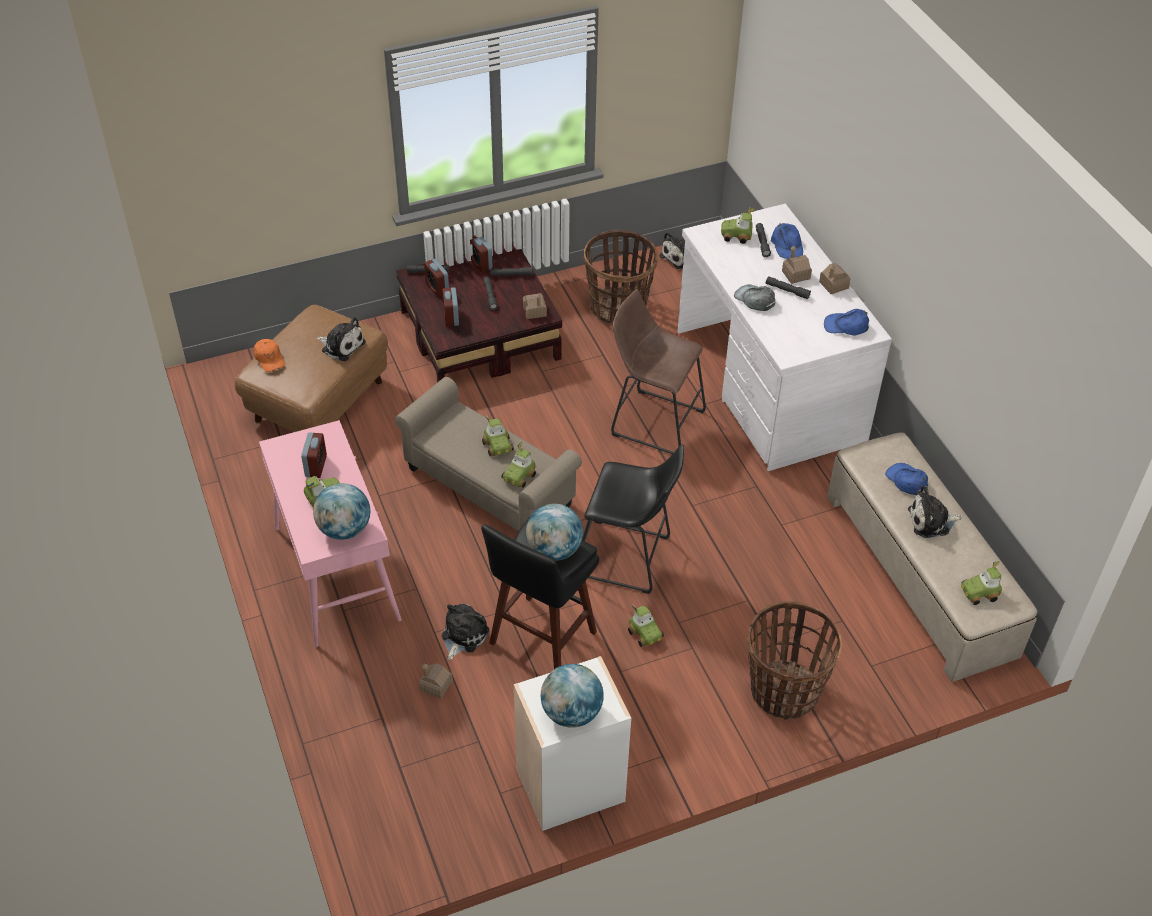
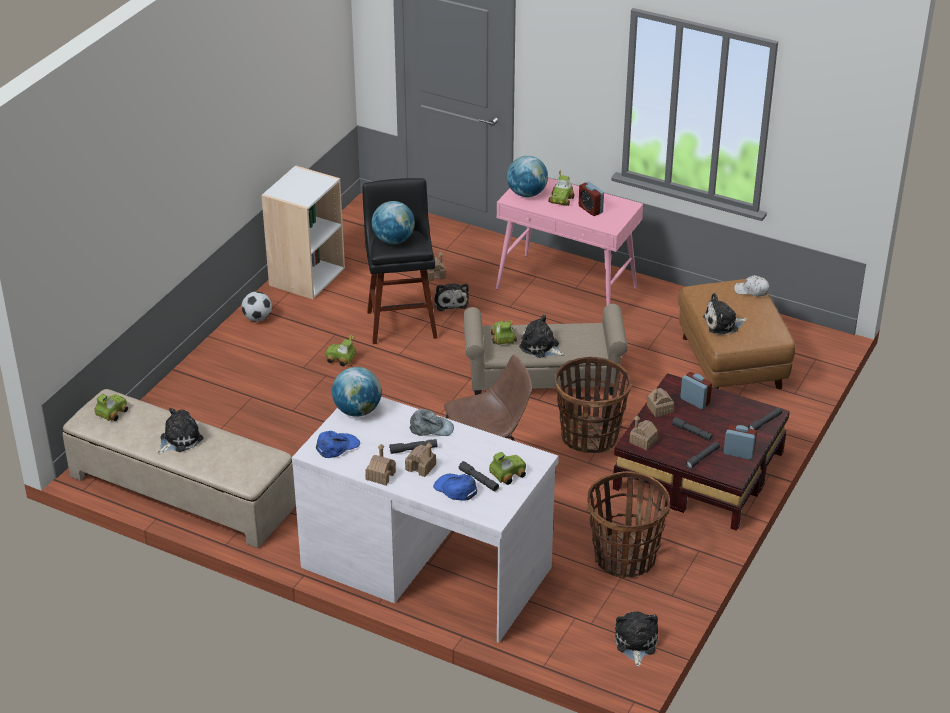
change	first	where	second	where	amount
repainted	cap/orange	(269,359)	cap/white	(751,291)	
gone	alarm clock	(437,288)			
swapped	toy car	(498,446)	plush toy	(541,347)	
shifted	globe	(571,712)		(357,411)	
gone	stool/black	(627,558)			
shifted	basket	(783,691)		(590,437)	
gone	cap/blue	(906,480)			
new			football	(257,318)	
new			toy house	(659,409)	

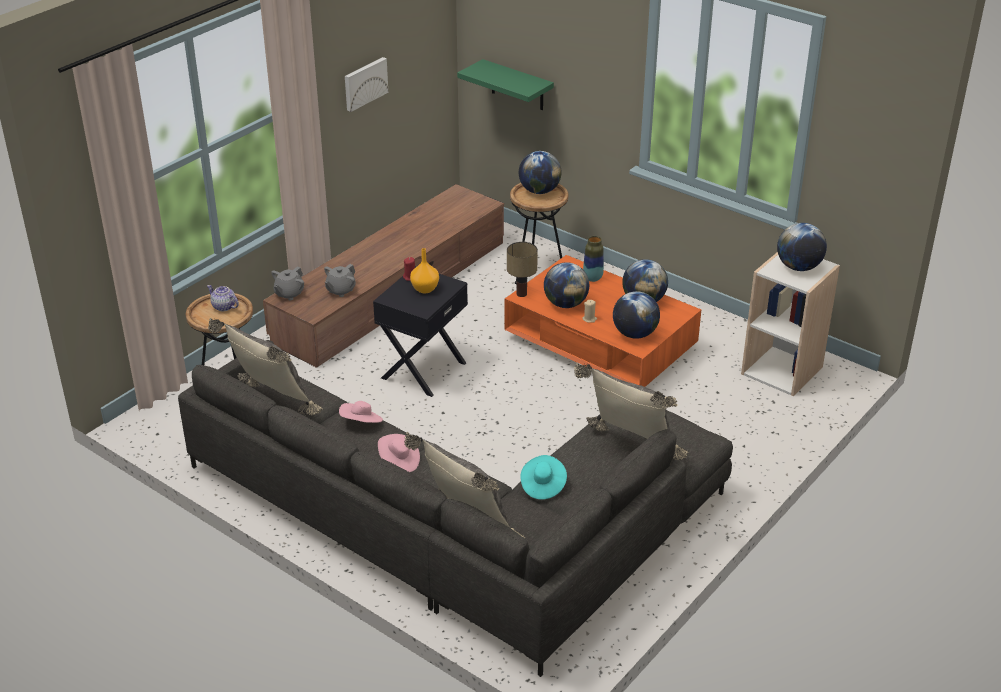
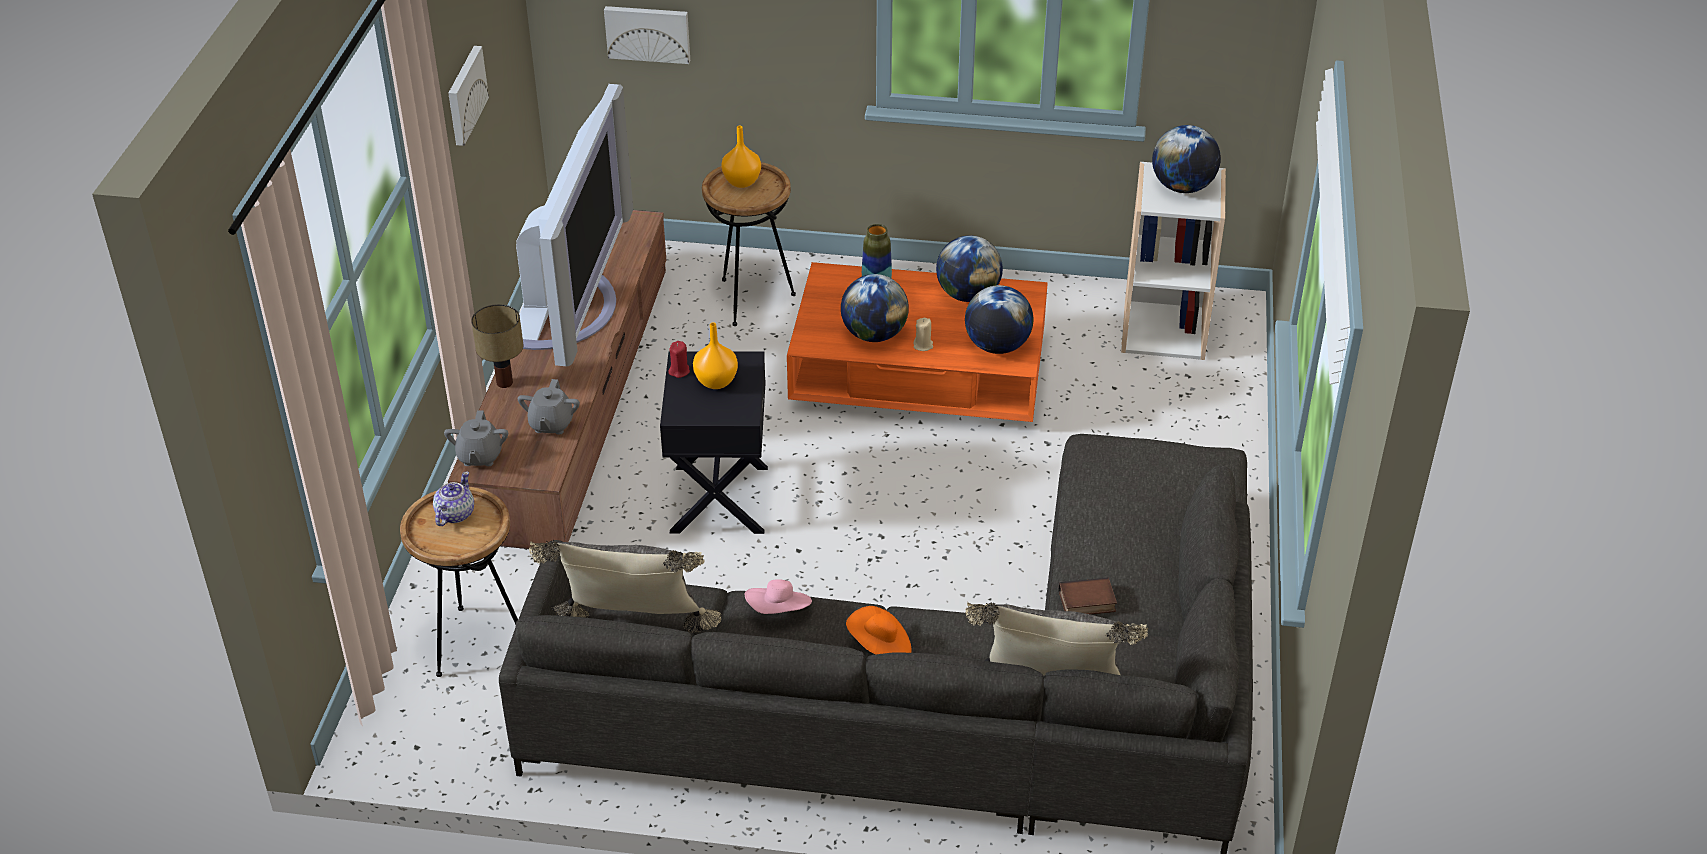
change	first	where	second	where	amount
rotated	teapot	(224,307)		(454,514)	105 degrees clockwise
repainted	hat/pink	(399,461)	hat/orange	(880,646)	
swapped	shelf/green	(517,85)	picture	(648,33)	
shifted	table lamp	(522,294)		(505,382)	
swapped	globe	(539,191)	vase/orange	(741,181)	
swapped	hat/turquoise	(542,485)	book	(1086,602)	
gone	pillow	(626,454)			
new			television	(571,306)	

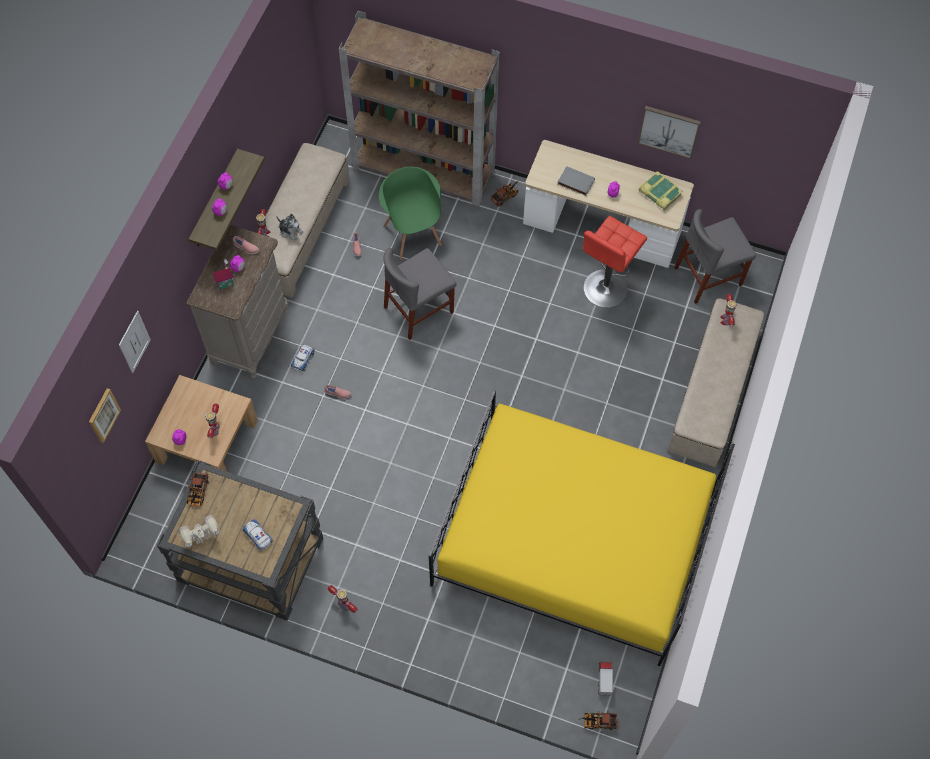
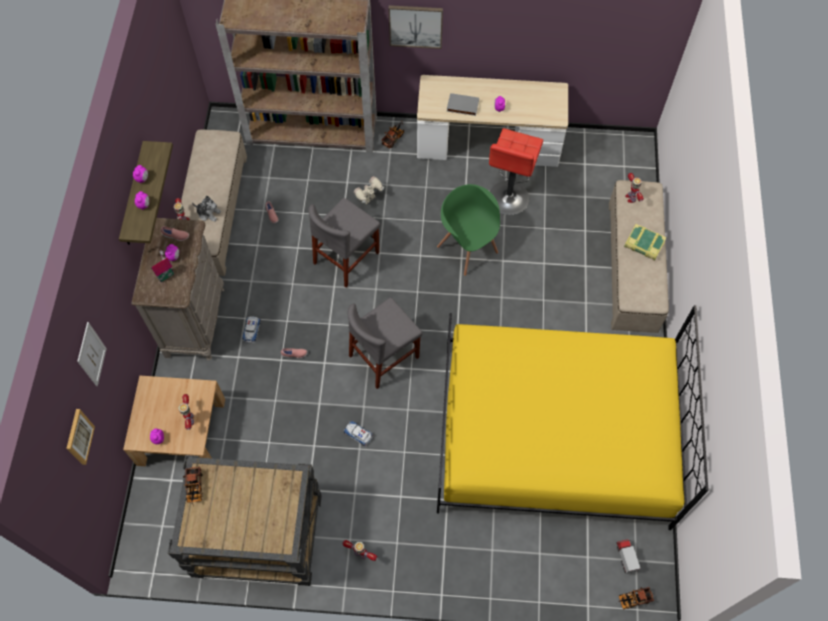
change	first	where	second	where	amount
shifted	toy robot	(203,538)		(369,199)	
shifted	toy car	(258,536)		(358,434)	
shifted	chair/green	(412,234)		(467,248)	
shifted	picture	(669,131)		(415,26)	
shifted	book	(659,193)		(644,244)	
shifted	chair/grey	(708,276)		(384,356)	

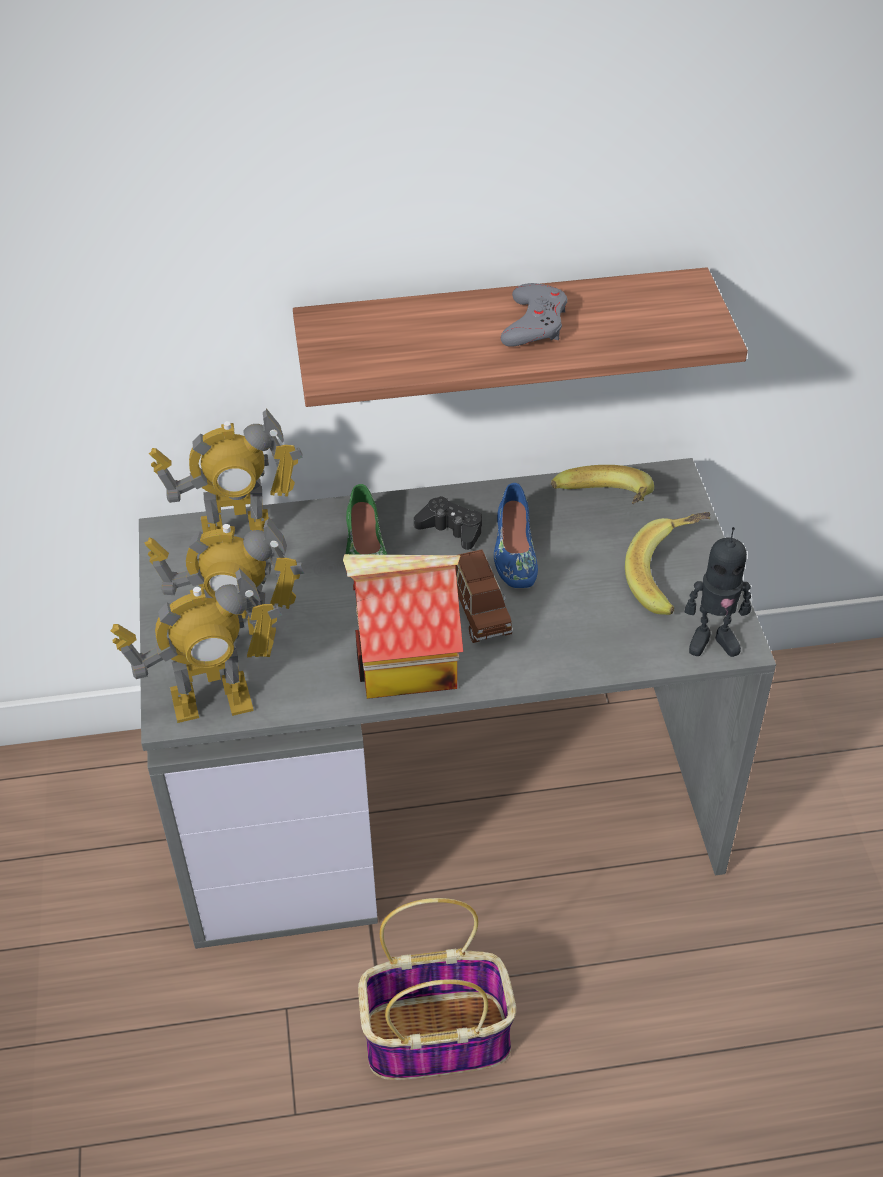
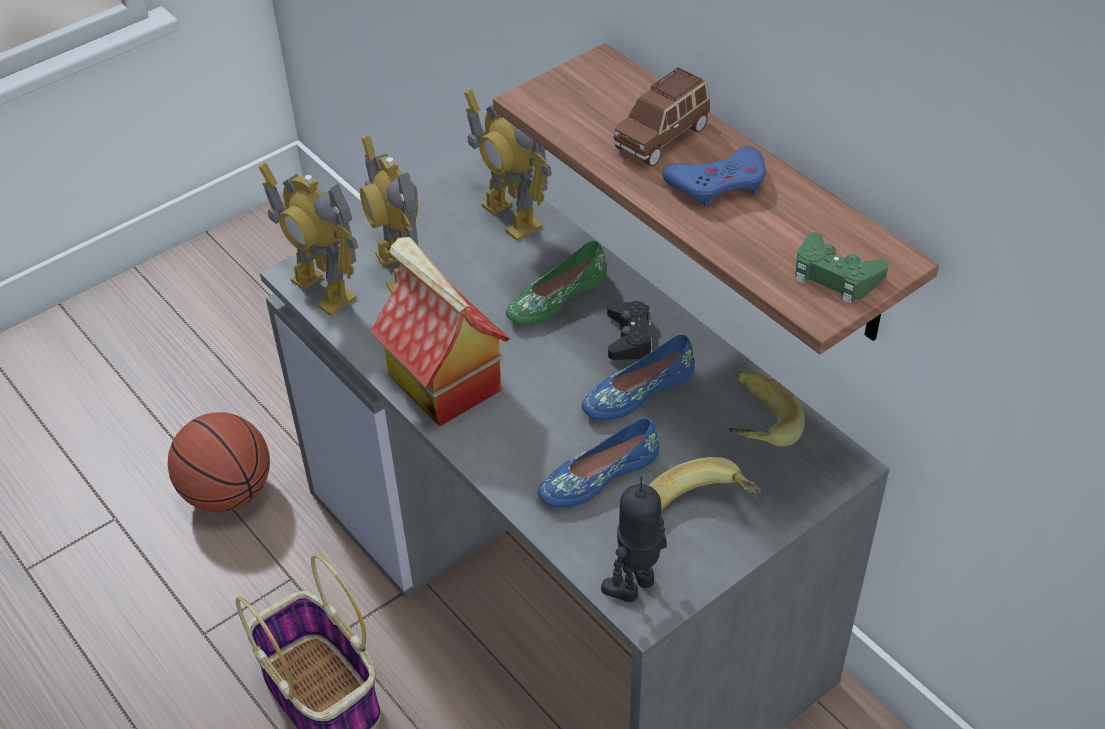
change	first	where	second	where	amount
shifted	toy car/brown	(479,611)		(662,137)	
repainted	game controller/grey	(534,323)	game controller/blue	(718,183)	
rotated	toy robot	(712,640)		(635,586)	75 degrees clockwise
new			basketball	(227,493)	
new			shoe/blue	(597,475)	
new			game controller/green	(835,276)	

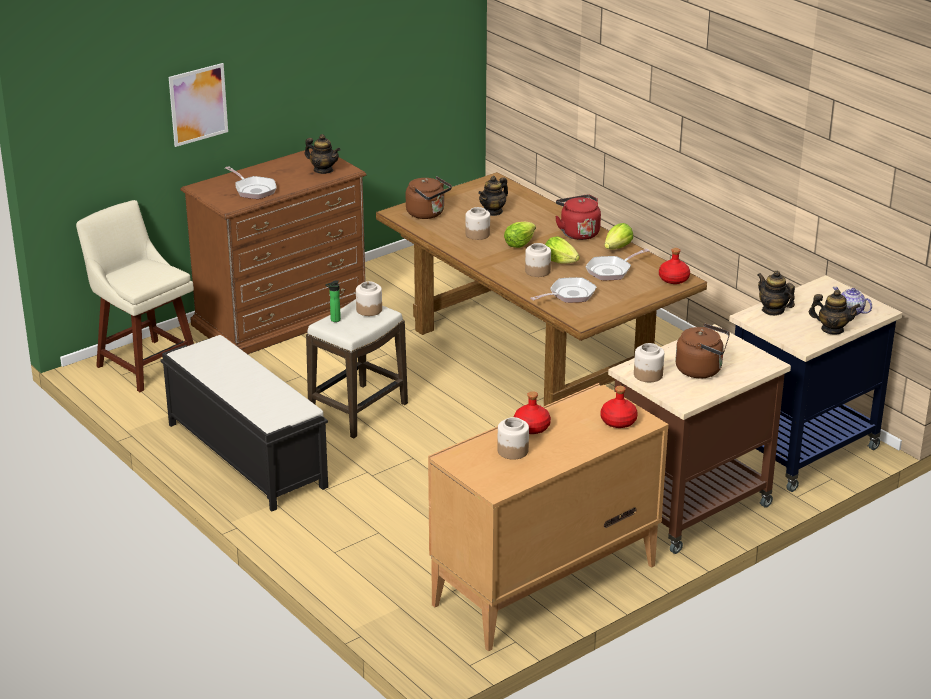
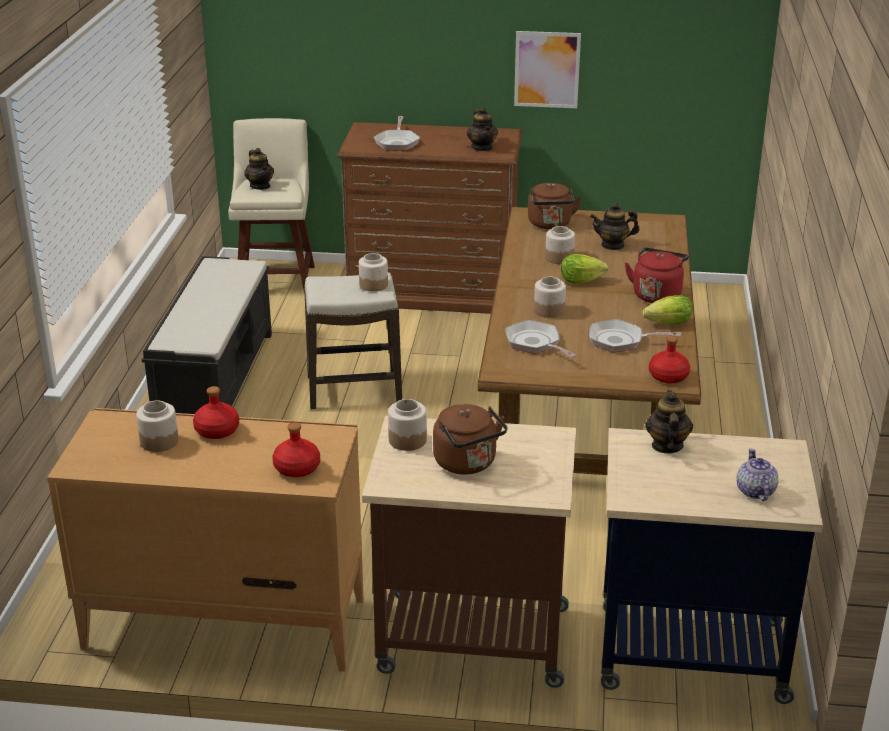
change	first	where	second	where	amount
shifted	picture	(198,104)		(547,69)	
gone	bottle	(334,320)			
rotated	frying pan	(569,295)		(535,344)	135 degrees counterclockwise
gone	lettuce	(560,261)			
shifted	teapot	(832,329)		(260,186)	

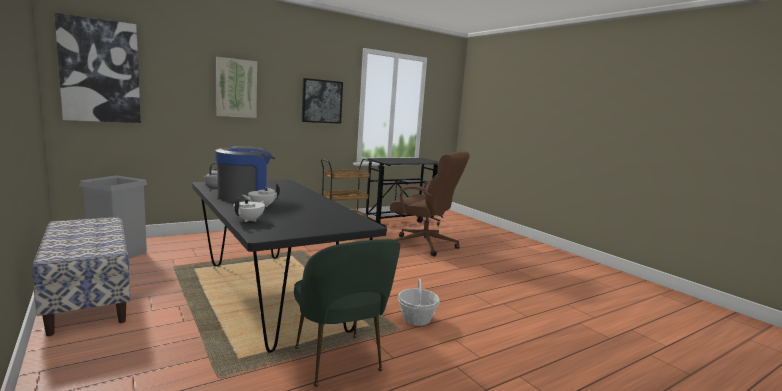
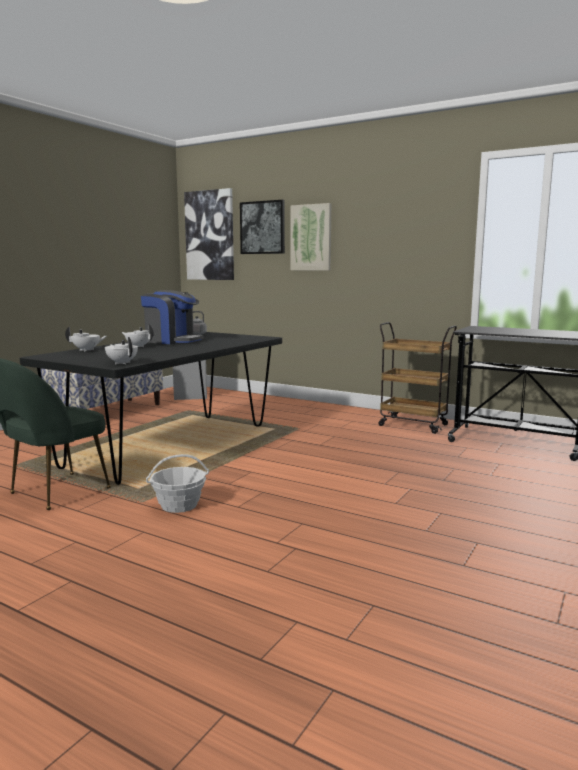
change	first	where	second	where	amount
shifted	picture	(322,101)		(263,227)	
gone	office chair/brown	(424,244)			
new			teapot/white	(122,363)	

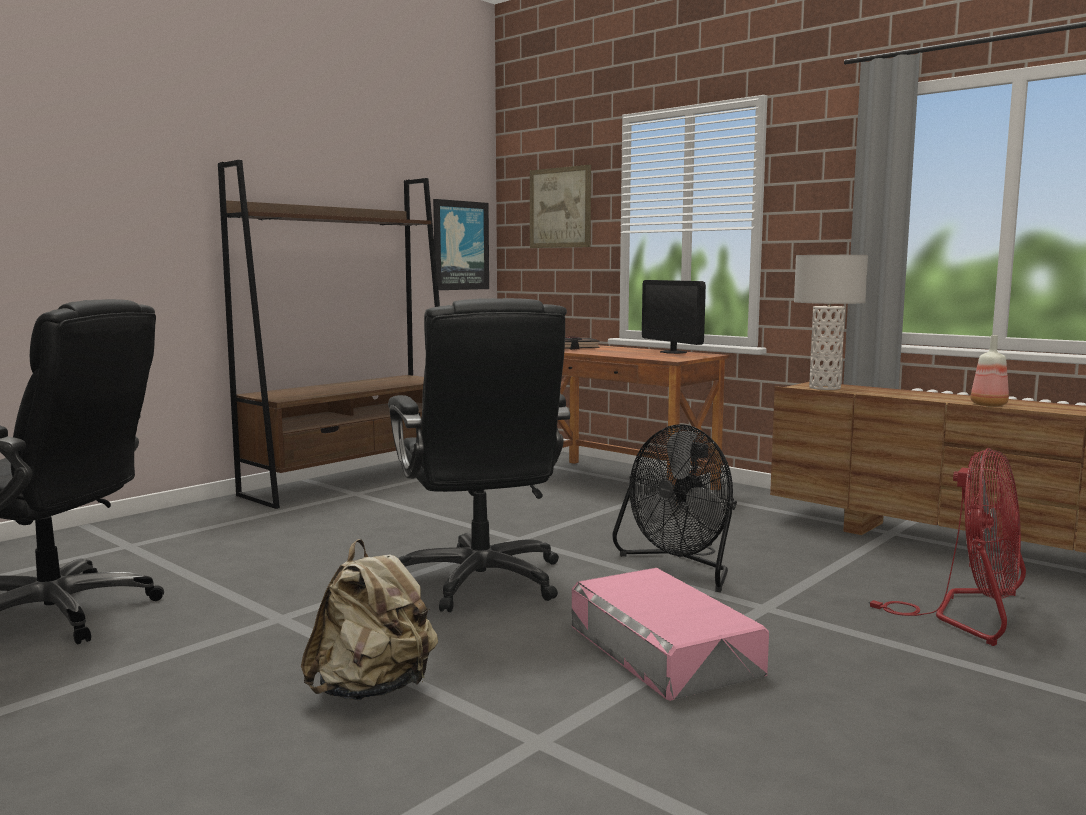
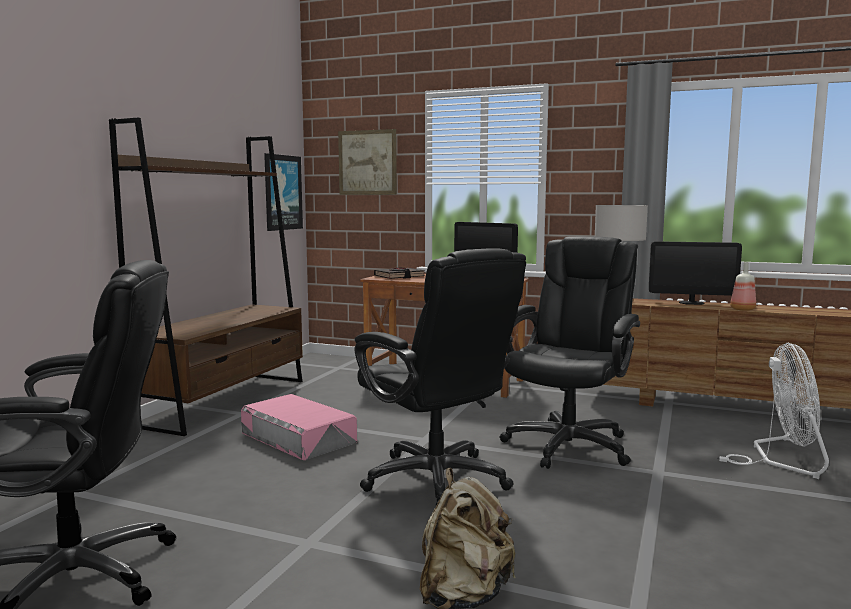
change	first	where	second	where	amount
shifted	storage box/pink	(664,649)		(298,437)	
swapped	fan/black	(682,565)	office chair/black	(567,446)	
repainted	fan/red	(967,613)	fan/white	(777,457)	
new			monitor	(691,303)	

